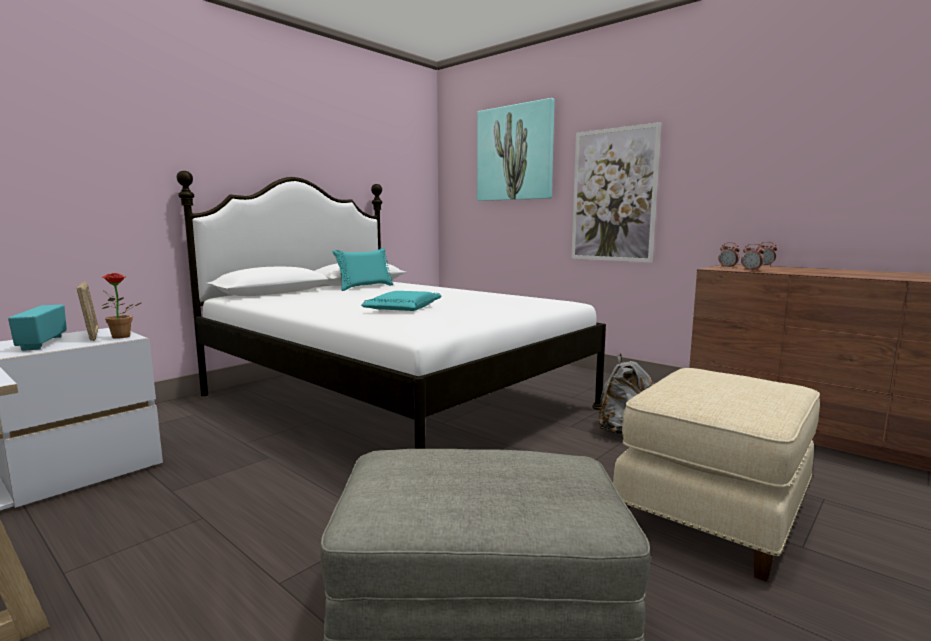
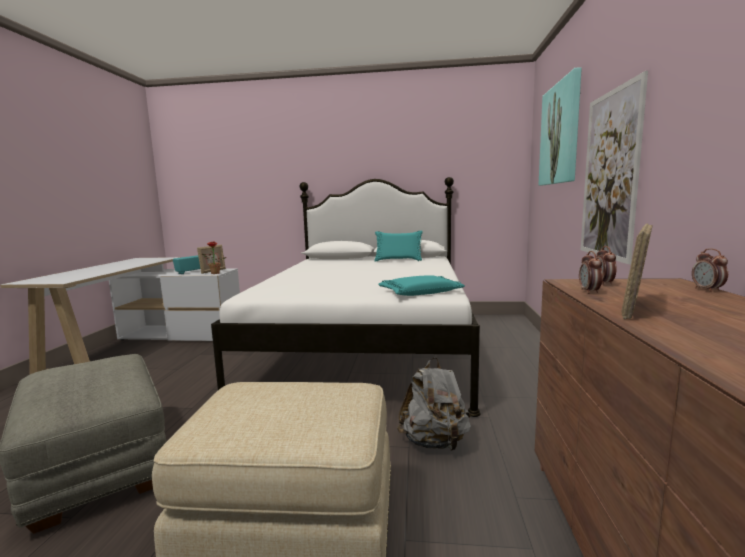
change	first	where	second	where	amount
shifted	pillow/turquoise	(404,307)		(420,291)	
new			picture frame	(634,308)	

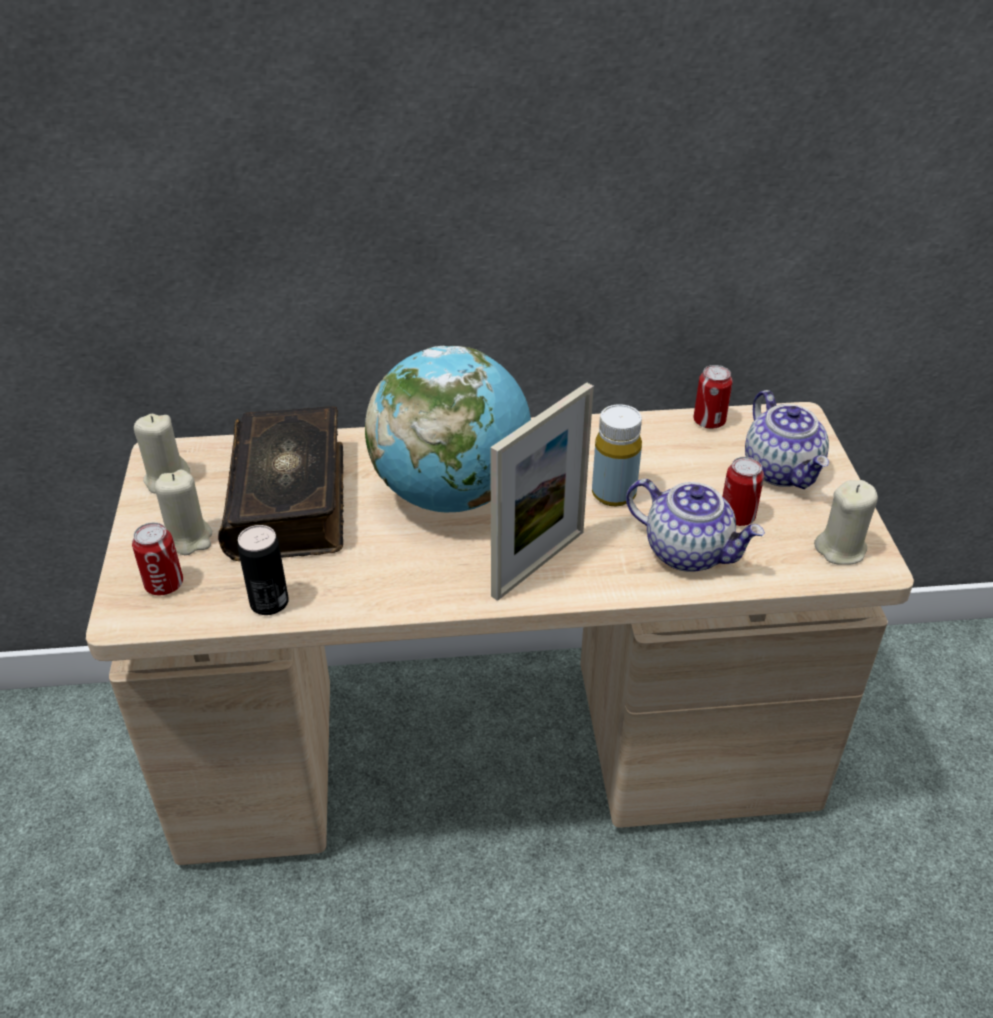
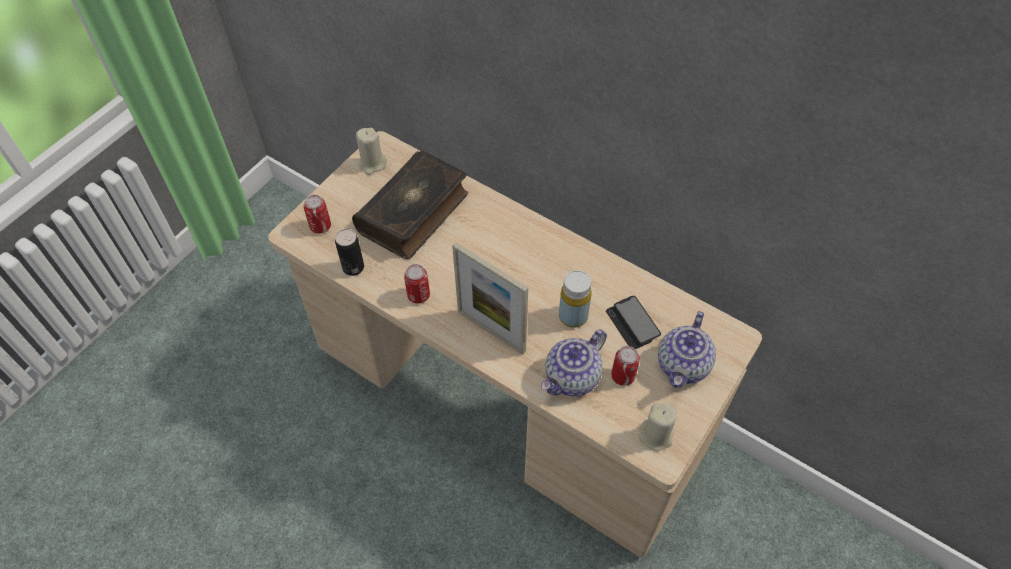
change	first	where	second	where	amount
gone	candle/beige	(189,538)			
gone	globe	(452,494)			
rotated	picture frame	(538,563)		(491,331)	45 degrees clockwise
rotated	teapot	(688,551)		(572,378)	60 degrees clockwise
shifted	can	(709,421)		(418,295)	
new			phone	(632,323)	

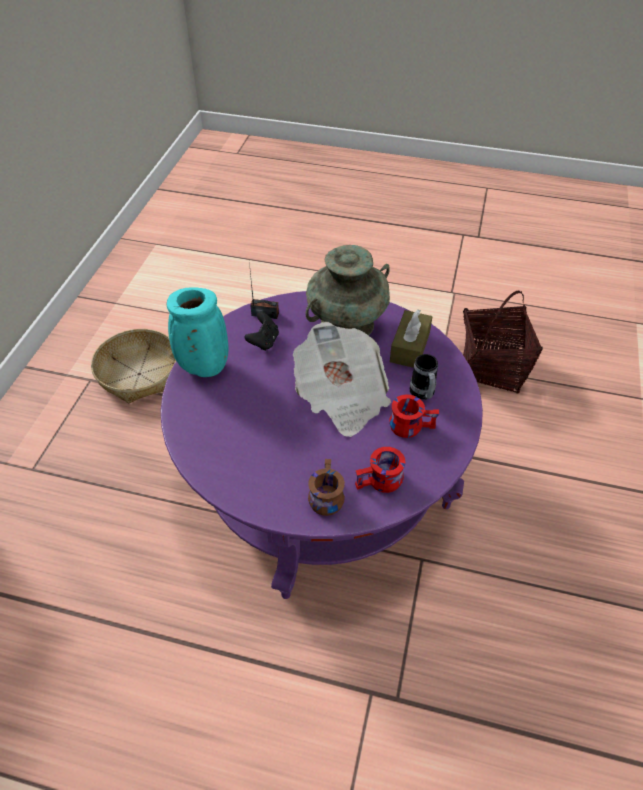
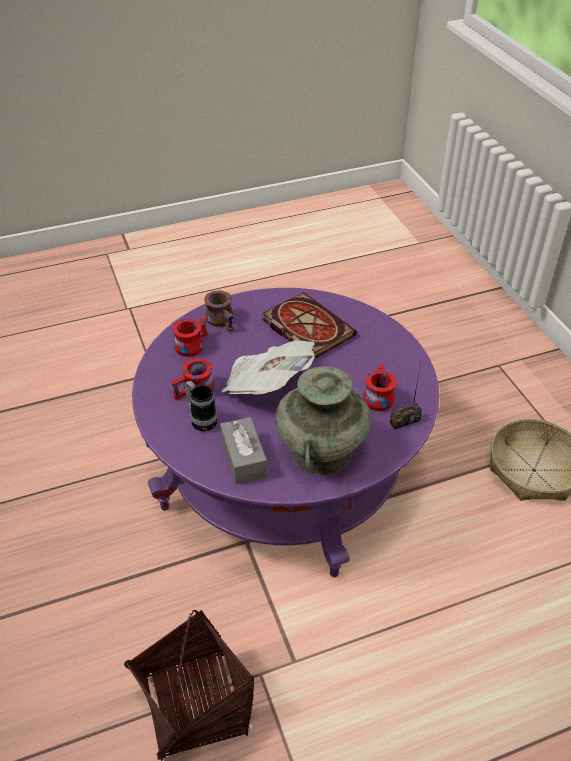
change	first	where	second	where	amount
gone	vase/turquoise	(203,368)			
swapped	game controller/black	(264,341)	mug/red	(376,397)	
repainted	tissue box/brown	(410,347)	tissue box/grey	(243,458)	
new			book	(305,327)	

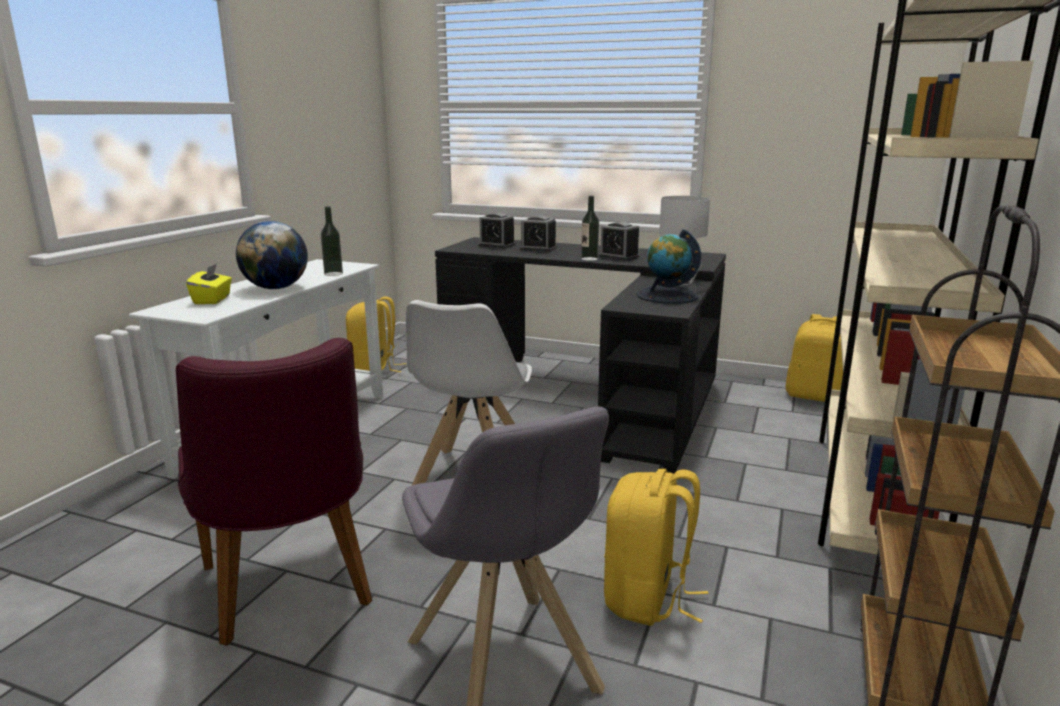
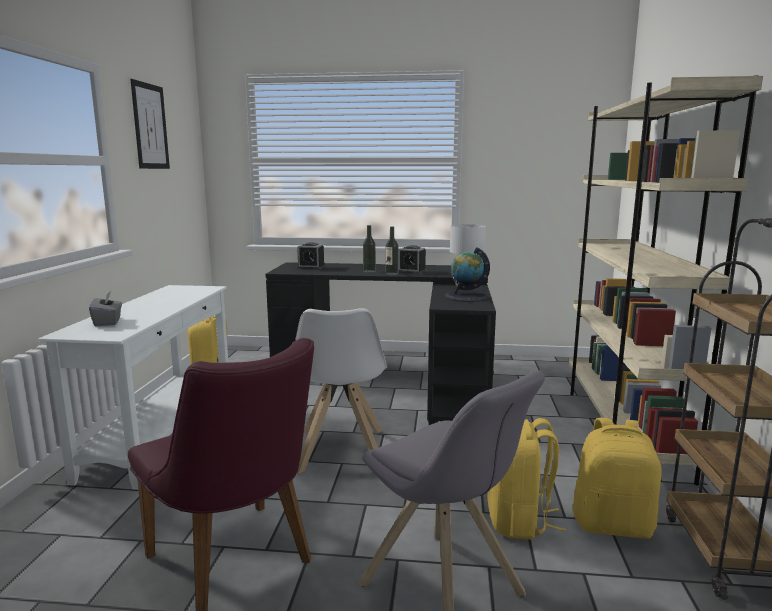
change	first	where	second	where	amount
repainted	tissue box/yellow	(212,300)	tissue box/grey	(108,322)	
gone	globe	(276,288)			
shifted	bottle	(333,274)		(369,271)	
gone	alarm clock	(538,248)			
shifted	backpack/yellow	(816,396)		(613,524)	
new			picture	(150,126)	

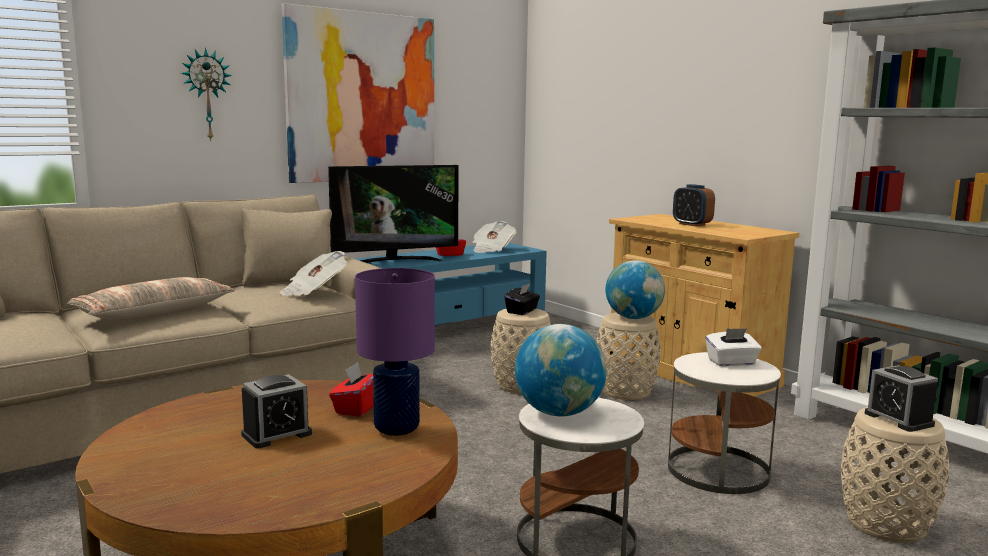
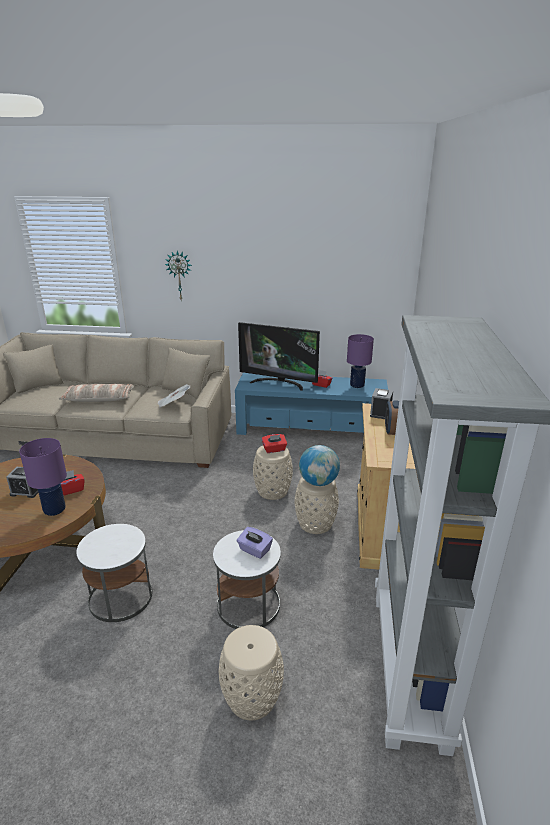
change	first	where	second	where	amount
gone	picture	(362,97)			
swapped	newspaper	(492,249)	table lamp/purple	(357,386)	
repainted	tissue box/black	(522,311)	tissue box/red	(274,449)	
gone	globe	(558,413)			
repainted	tissue box/white	(731,363)	tissue box/purple	(254,550)	
shifted	alarm clock	(898,419)		(380,413)	

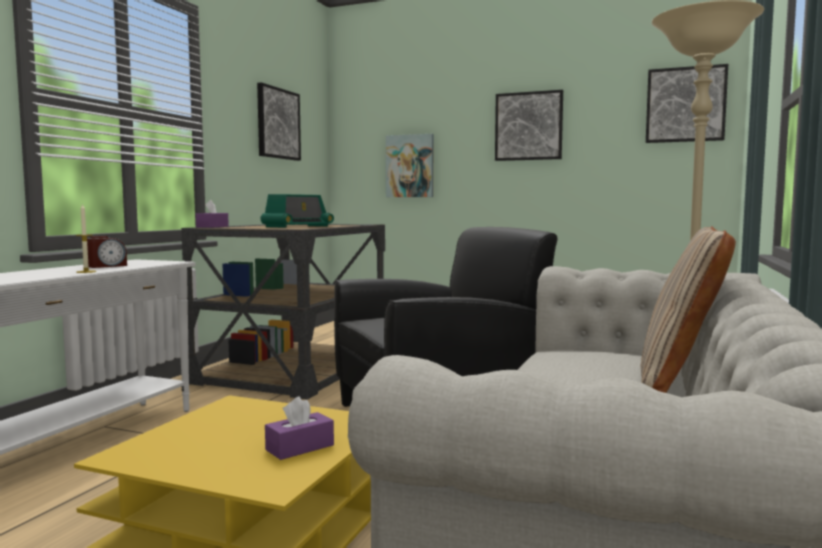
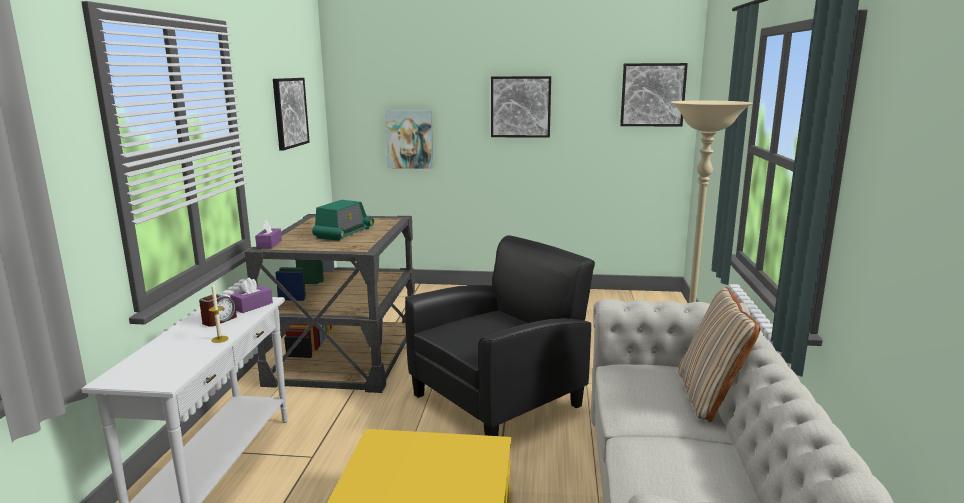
change	first	where	second	where	amount
shifted	tissue box/purple	(300,447)		(252,306)	

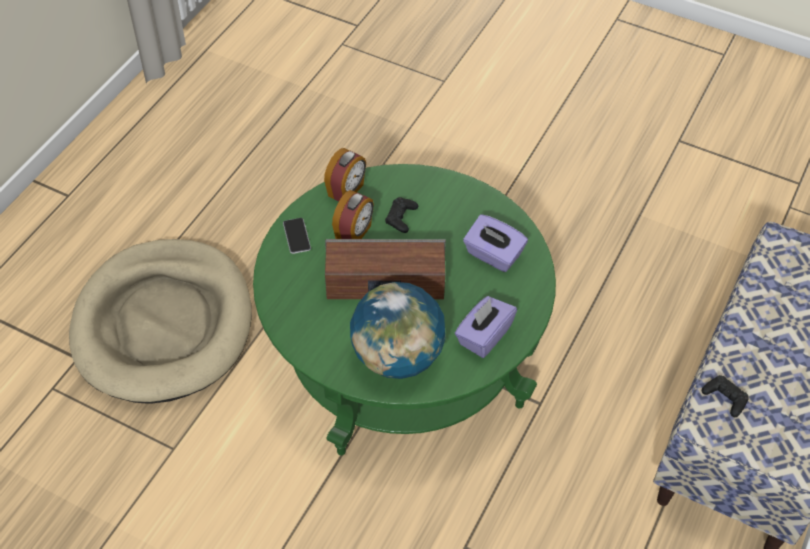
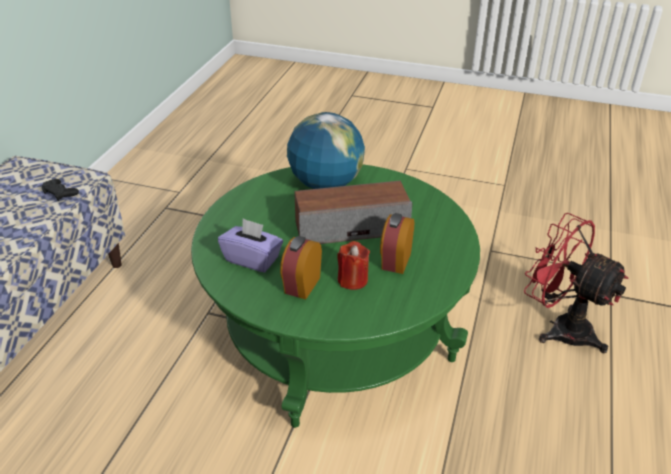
change	first	where	second	where	amount
swapped	dog bed/beige	(164,325)	fan/red	(560,328)	
gone	phone	(297,236)			
shifted	alarm clock	(346,191)		(301,285)	
swapped	game controller/black	(401,218)	candle/red	(352,280)	
gone	tissue box/purple	(483,336)			

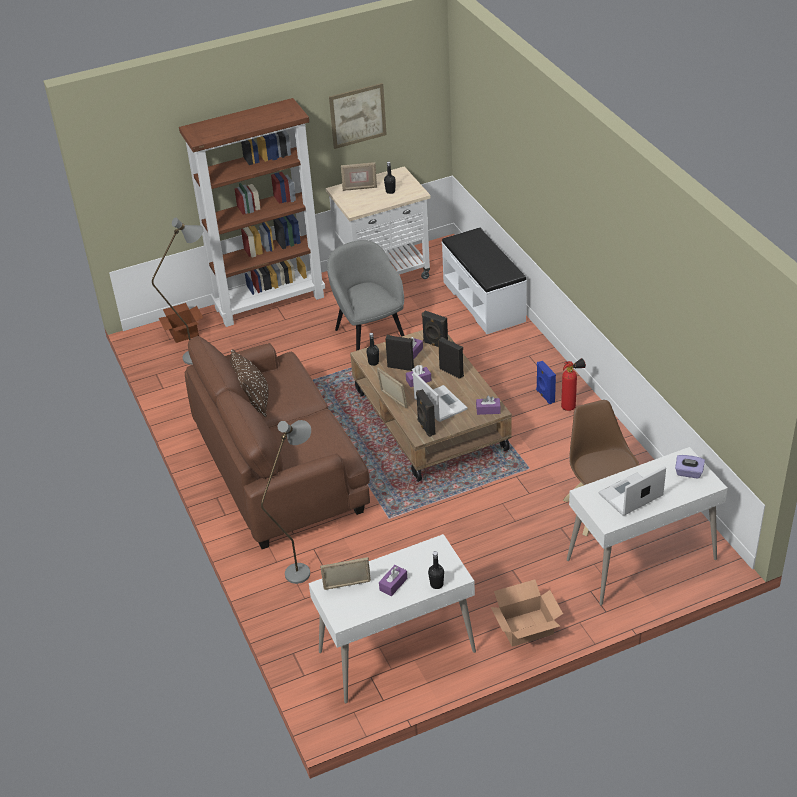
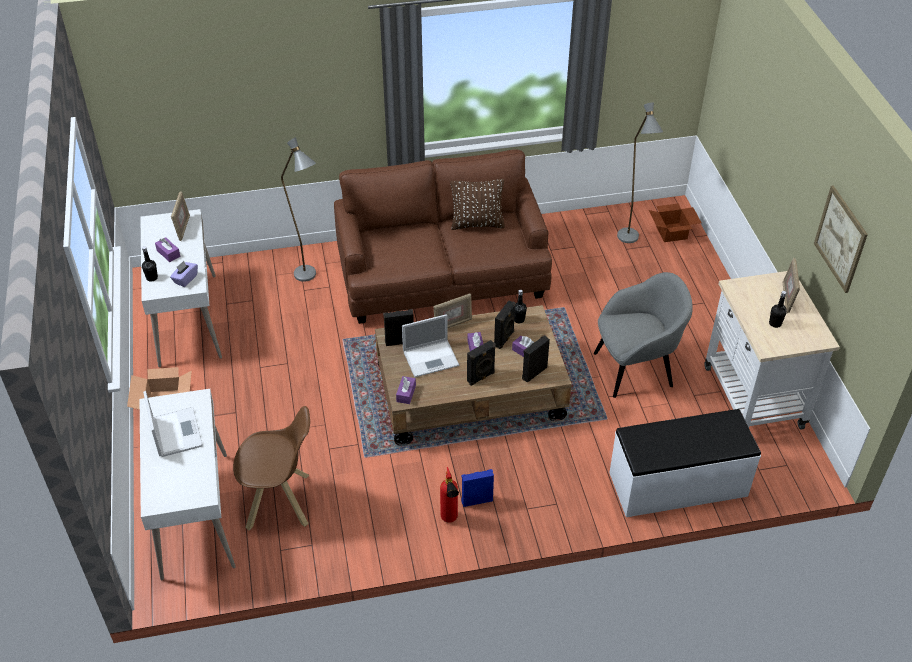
change	first	where	second	where	amount
gone	bookcase/brown	(270,302)			
shifted	tissue box/purple	(688,473)		(185,279)	

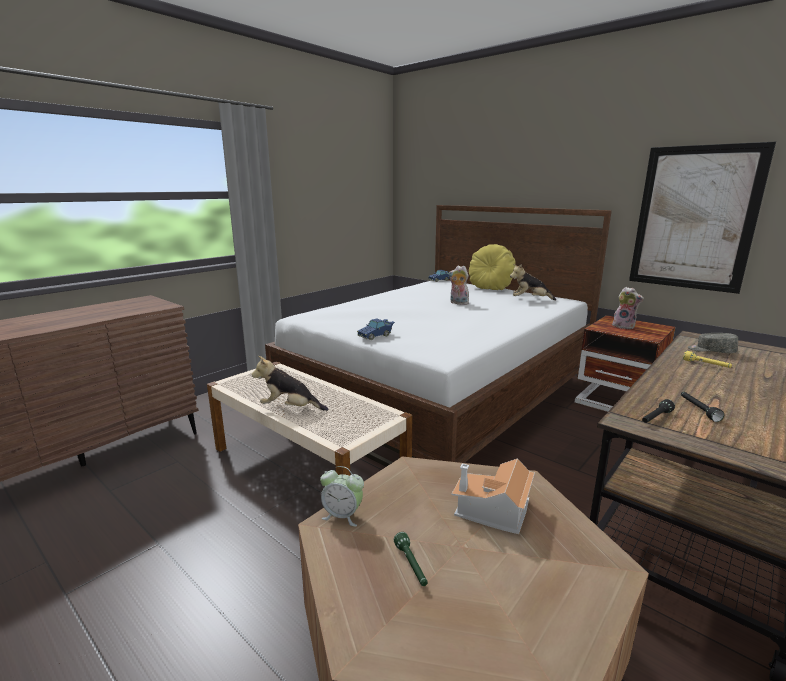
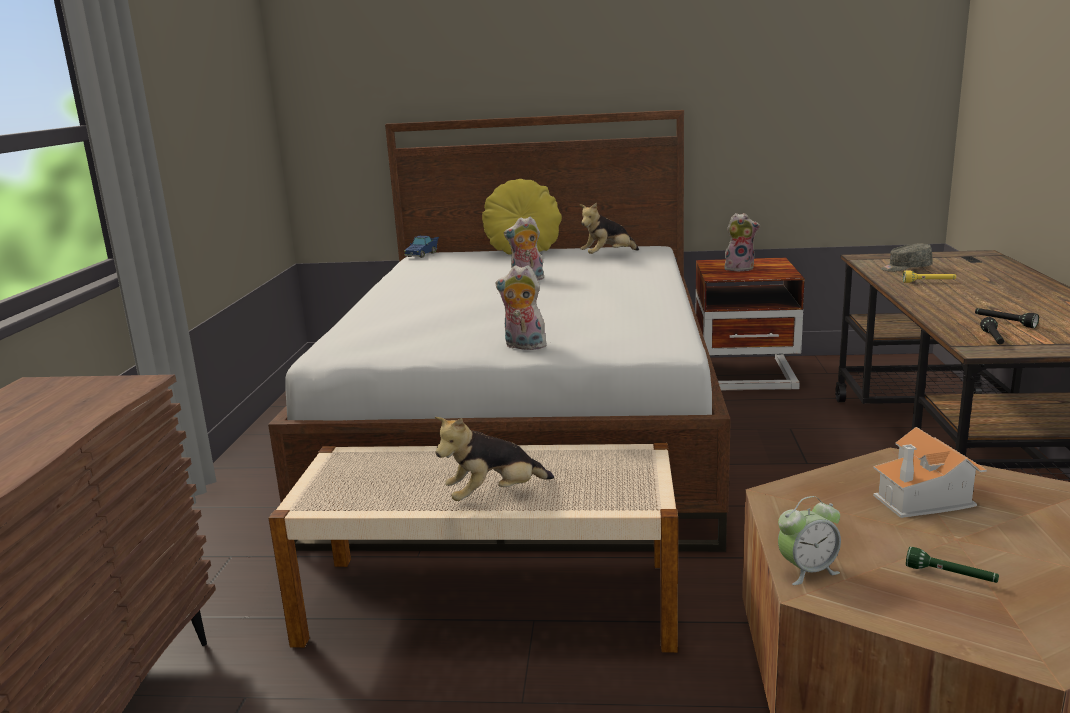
change	first	where	second	where	amount
swapped	toy car/blue	(376,335)	plush toy	(523,346)	
gone	picture	(694,219)			

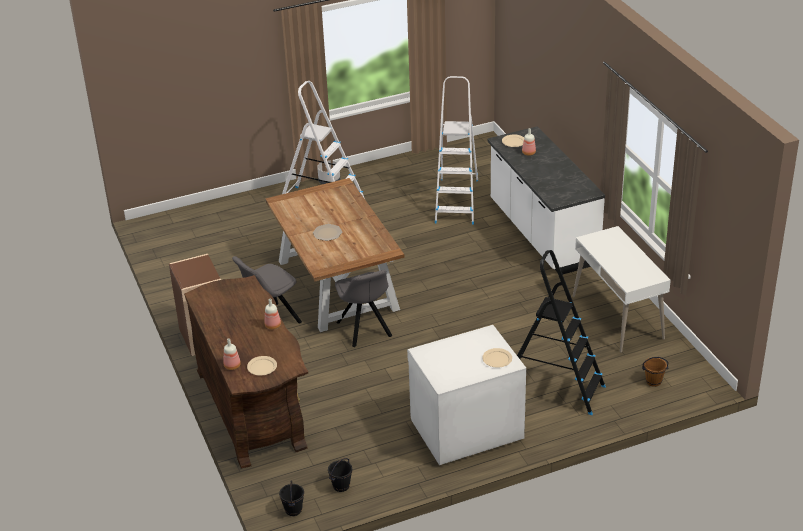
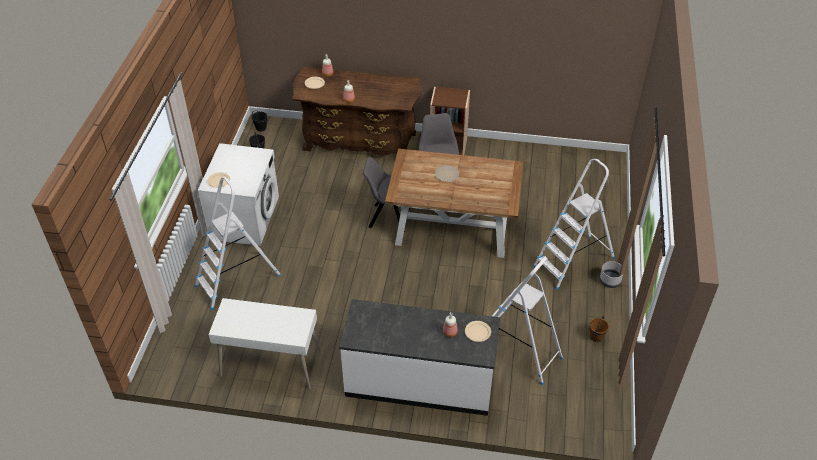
change	first	where	second	where	amount
repainted	step ladder/black	(552,388)	step ladder/white	(237,281)	
shifted	bucket/brown	(653,381)		(596,337)	

